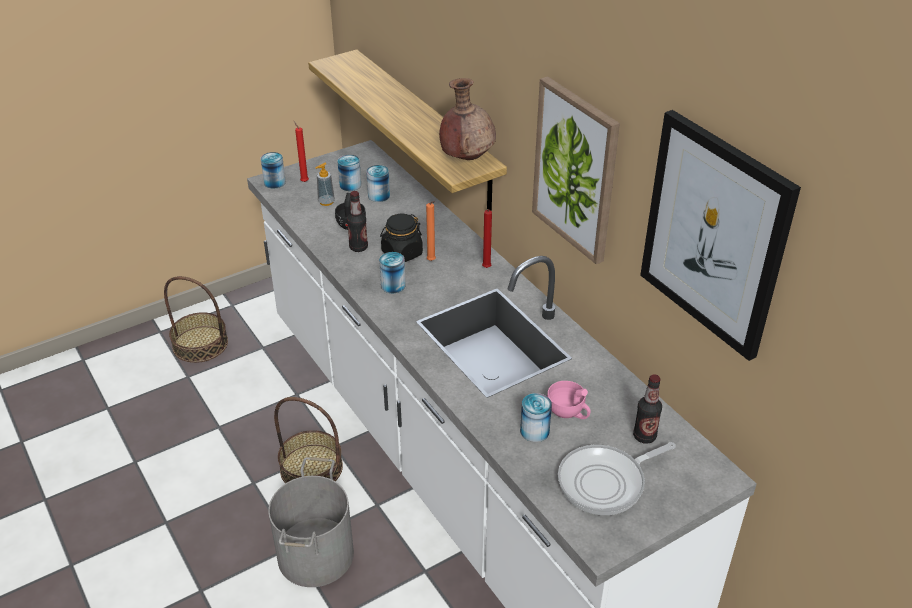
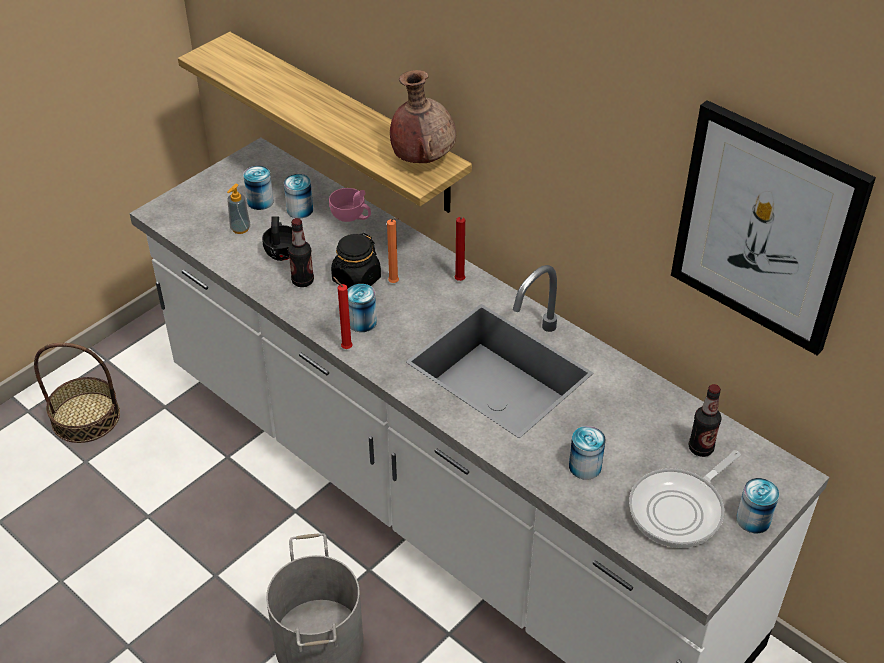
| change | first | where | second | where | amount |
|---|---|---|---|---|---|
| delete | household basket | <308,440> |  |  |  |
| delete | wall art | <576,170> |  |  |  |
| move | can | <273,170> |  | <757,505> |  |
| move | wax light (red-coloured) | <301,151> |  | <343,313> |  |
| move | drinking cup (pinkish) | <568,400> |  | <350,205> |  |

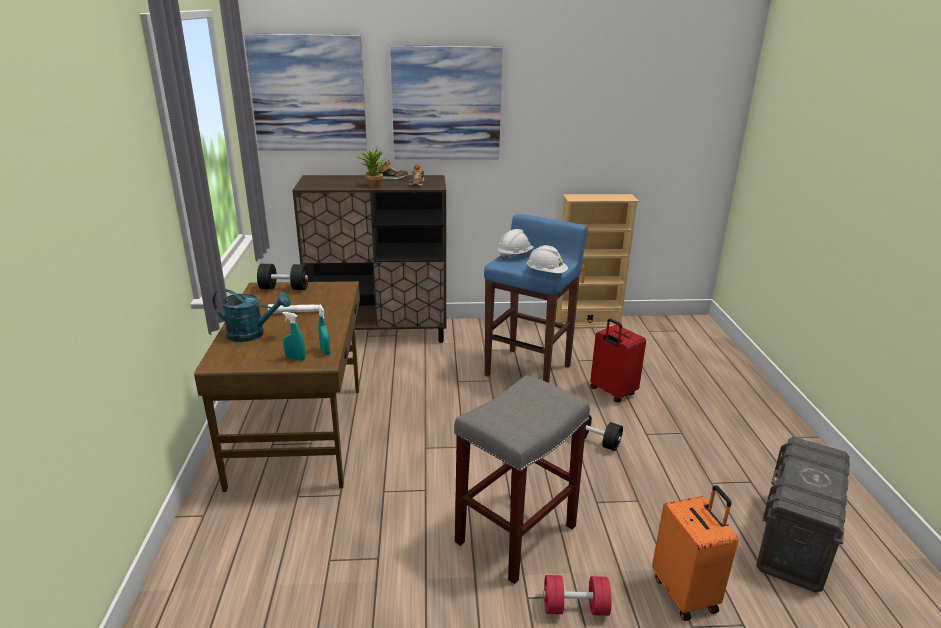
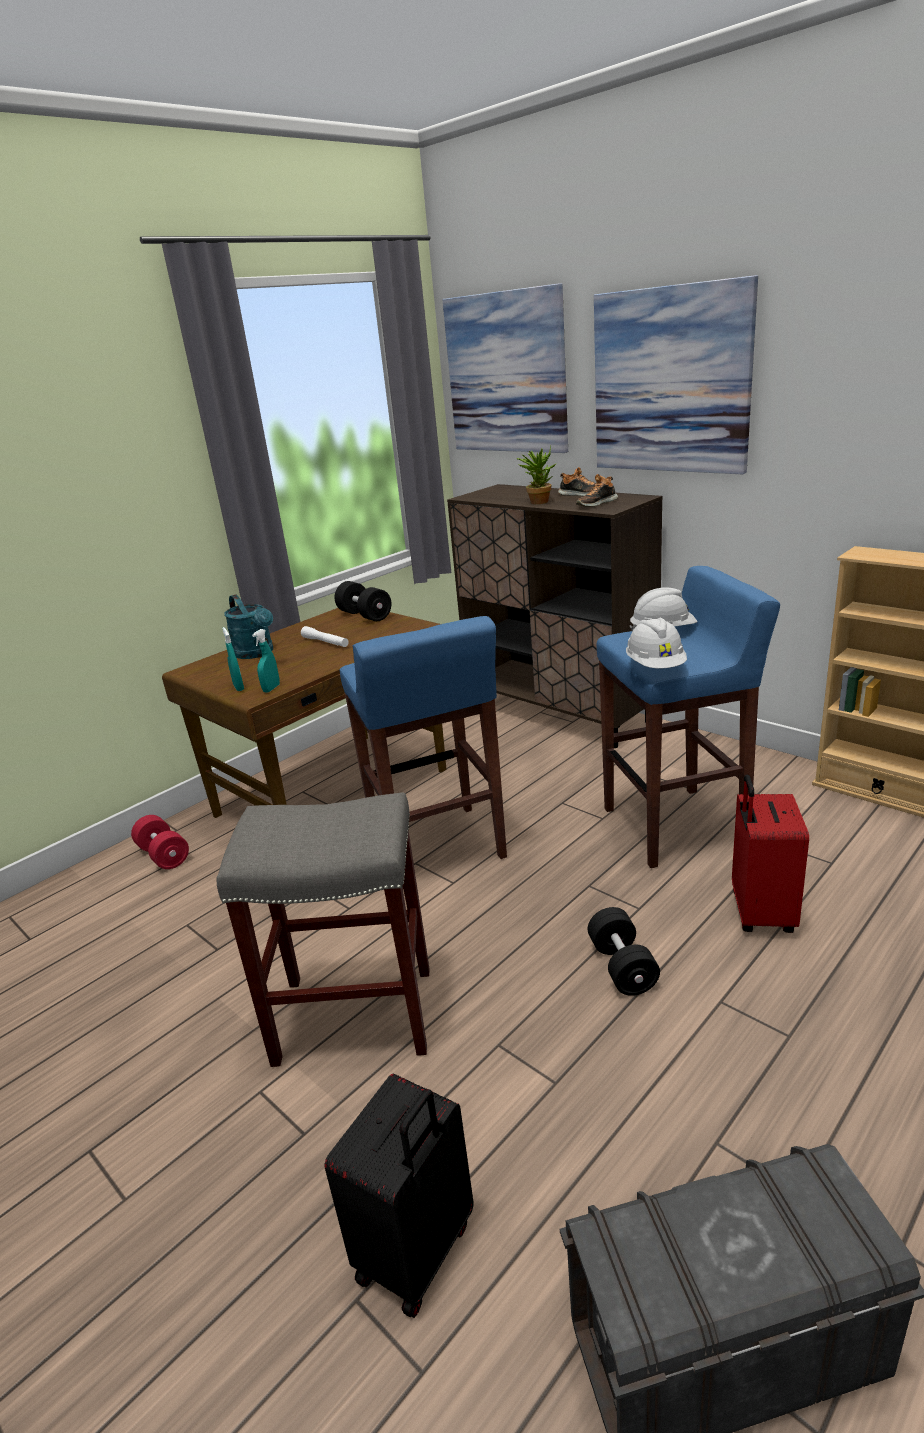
| change | first | where | second | where | amount |
|---|---|---|---|---|---|
| insert |  |  | stool seat (blue) | <423,752> |  |
| move | dumbbell (red-coloured) | <577,595> |  | <160,842> |  |
| recolor | piece of luggage (orange) | <695,553> | piece of luggage (black-coloured) | <399,1196> |  |

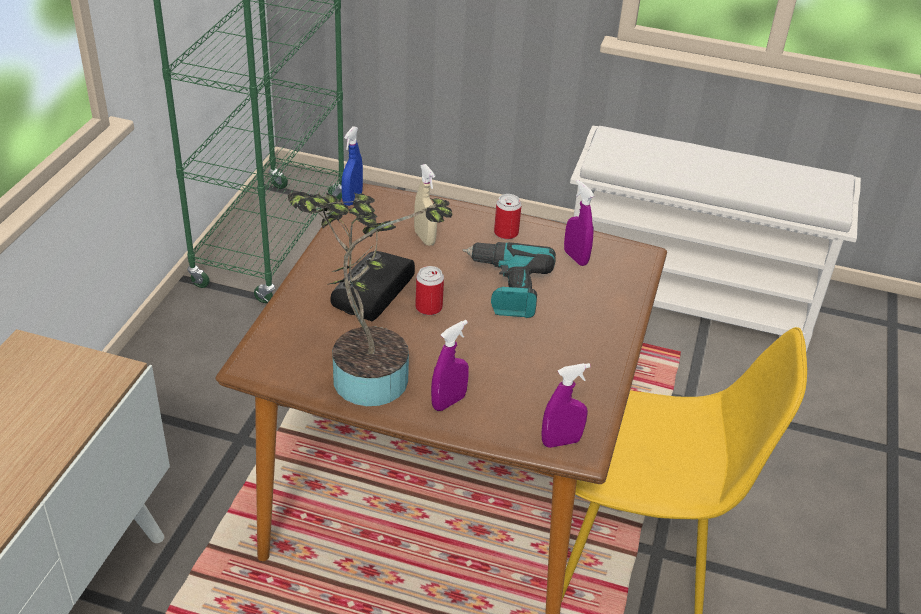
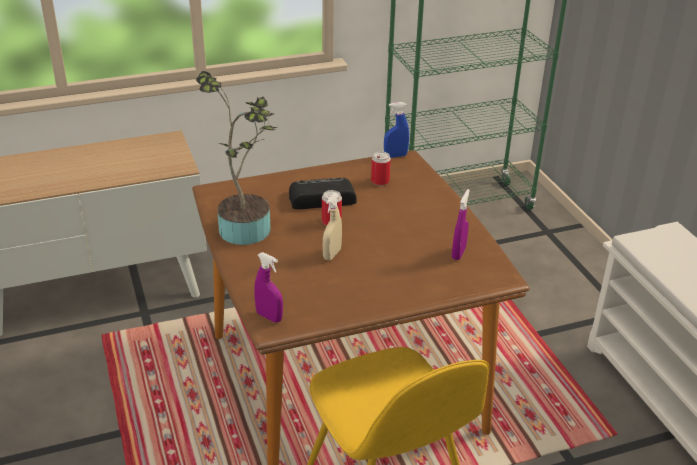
| change | first | where | second | where | amount |
|---|---|---|---|---|---|
| delete | spray bottle (purplish) | <450,365> |  |  |  |
| delete | electric drill | <509,280> |  |  |  |
| move | spray bottle (beige) | <425,205> |  | <332,226> |  |
| move | can | <508,216> |  | <381,168> |  |

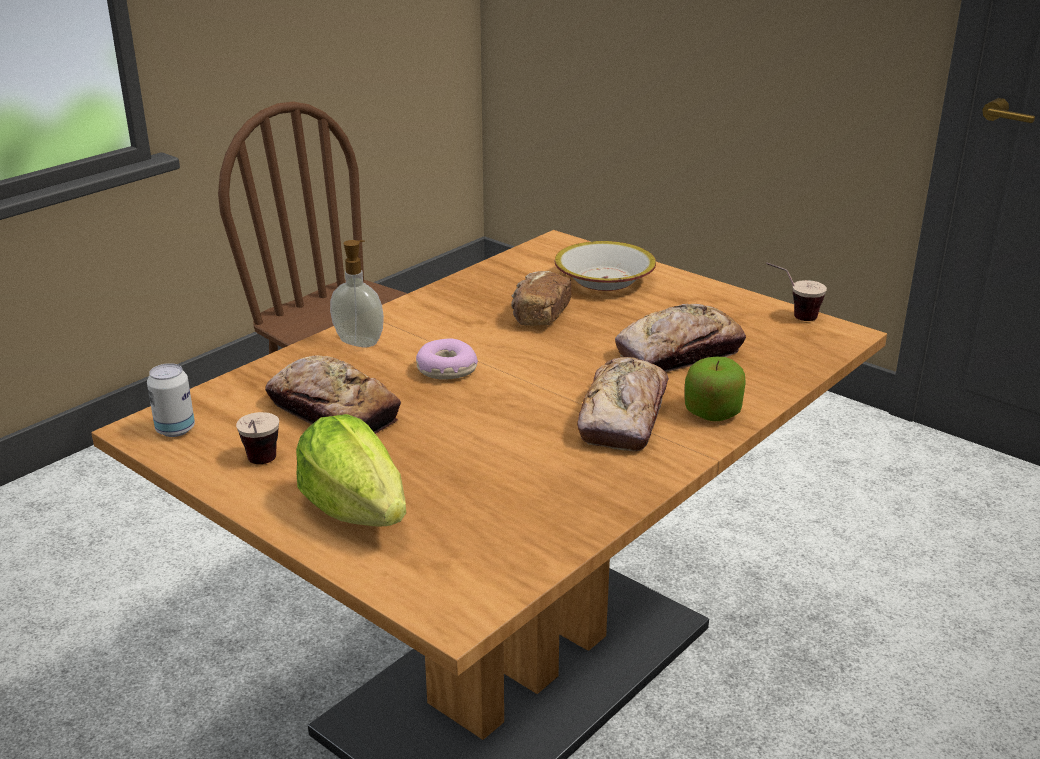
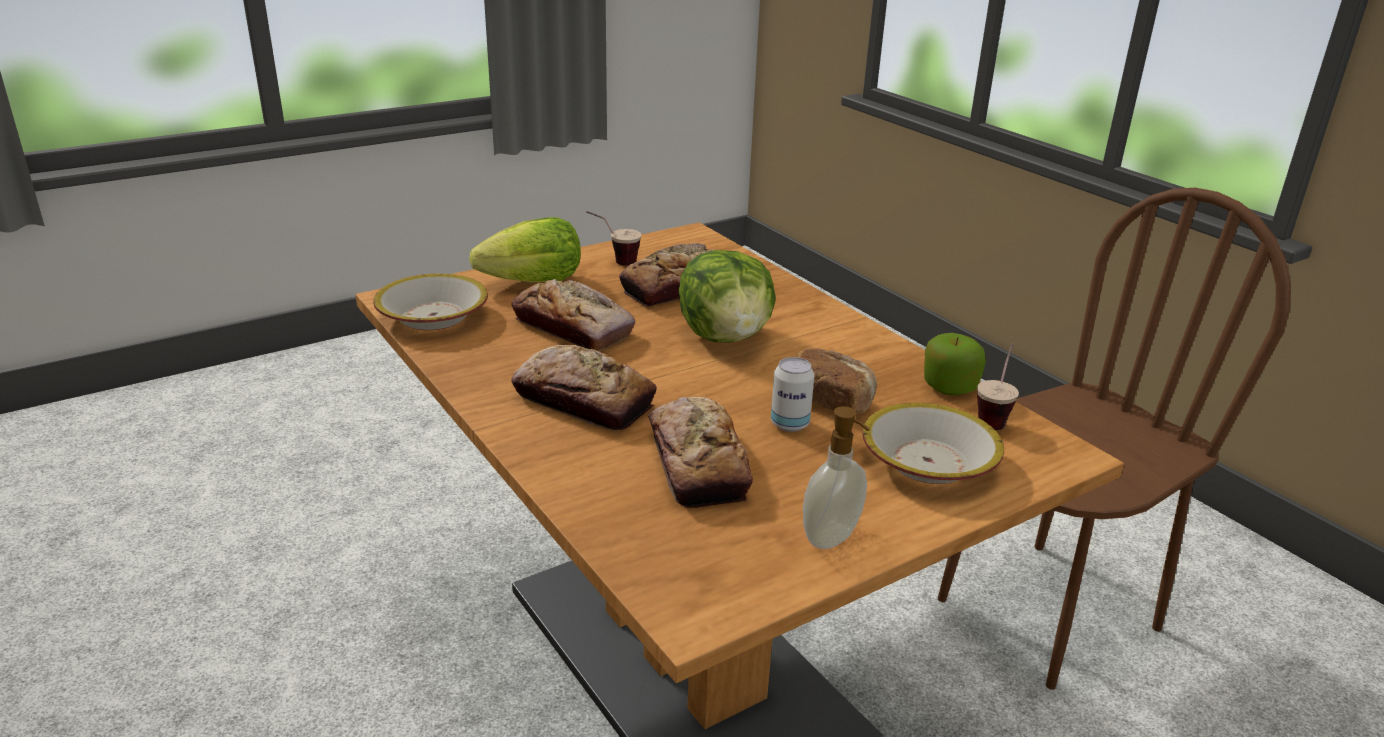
| change | first | where | second | where | amount |
|---|---|---|---|---|---|
| insert |  |  | bowl | <430,302> |  |
| insert |  |  | bakery bread | <573,315> |  |
| move | can | <171,400> |  | <792,394> |  |
| move | soap dispenser | <357,294> |  | <836,477> |  |
| move | whole apple | <715,389> |  | <955,364> |  |
| move | drinking cup | <796,291> |  | <998,386> |  |
| replace | ring doughnut | <447,359> | head of lettuce | <727,296> |  |

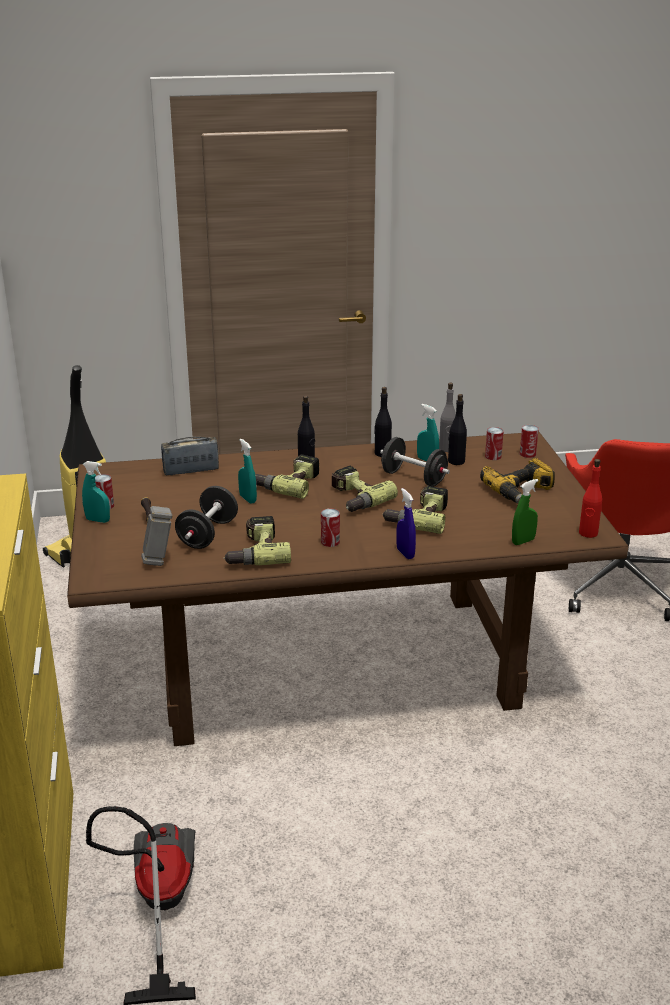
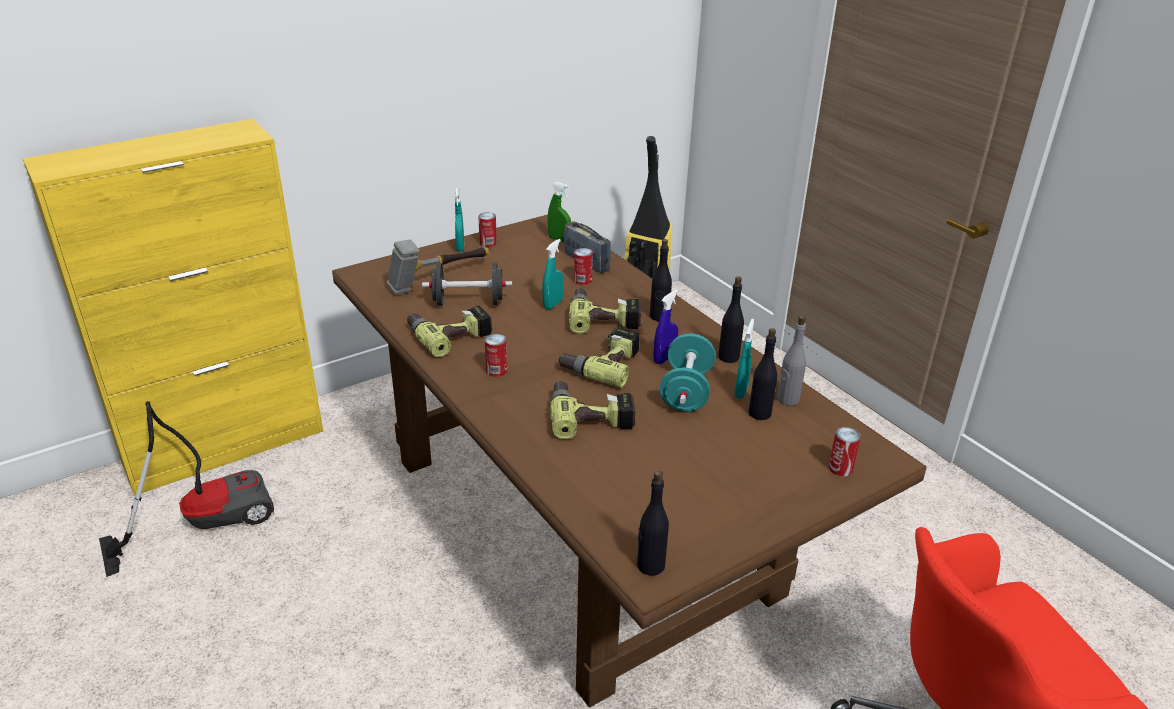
| change | first | where | second | where | amount |
|---|---|---|---|---|---|
| delete | electric drill | <517,480> |  |  |  |
| move | spray bottle (blue) | <406,523> |  | <665,327> |  |
| move | can | <494,443> |  | <583,266> |  |
| move | spray bottle (greenish) | <525,512> |  | <559,212> |  |
| recolor | dumbbell (black-coloured) | <415,462> | dumbbell (turquoise) | <687,373> |  |
| recolor | drink bottle (red-coloured) | <590,498> | drink bottle (black-coloured) | <653,523> |  |

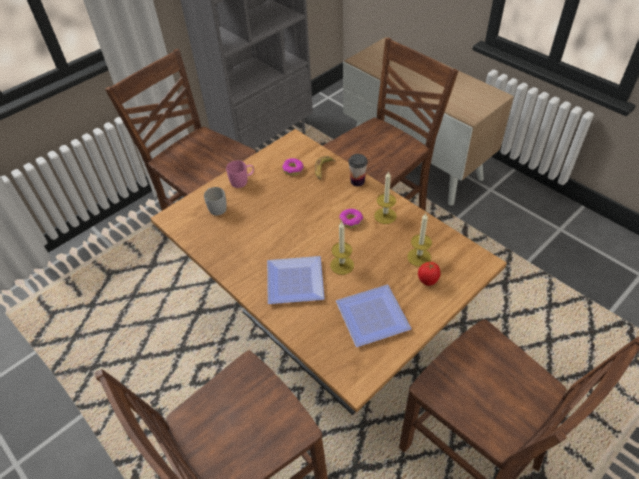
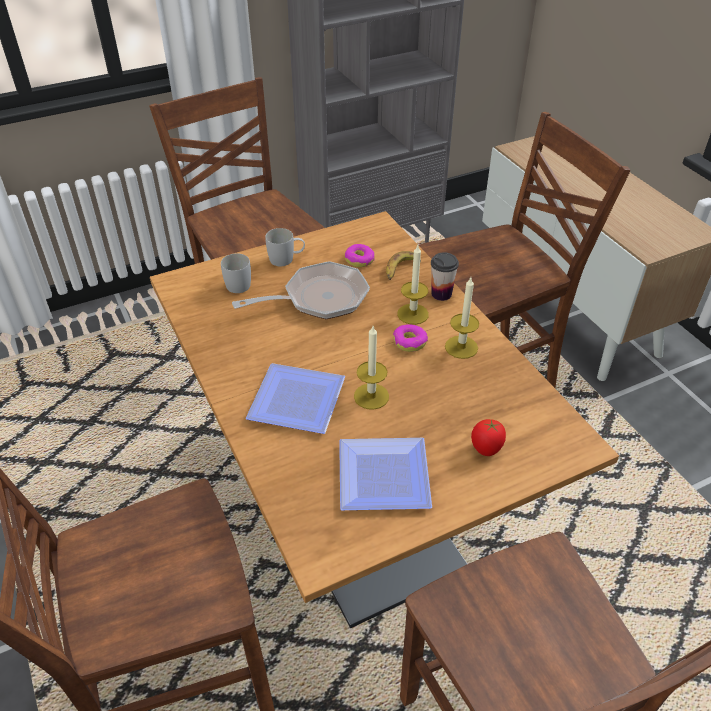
| change | first | where | second | where | amount |
|---|---|---|---|---|---|
| insert |  |  | frying pan | <301,290> |  |
| move | wax light | <419,240> |  | <413,285> |  |
| recolor | coffee mug (pinkish) | <240,174> | coffee mug (whitish) | <285,247> |  |

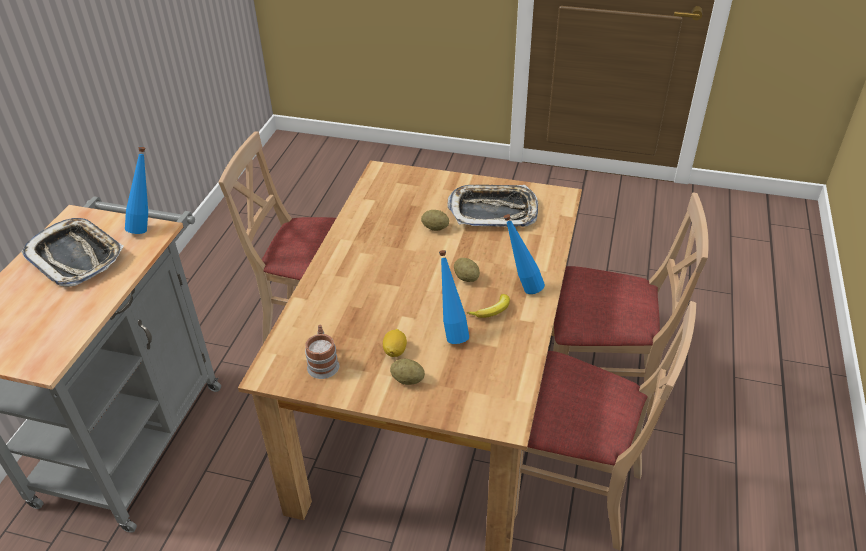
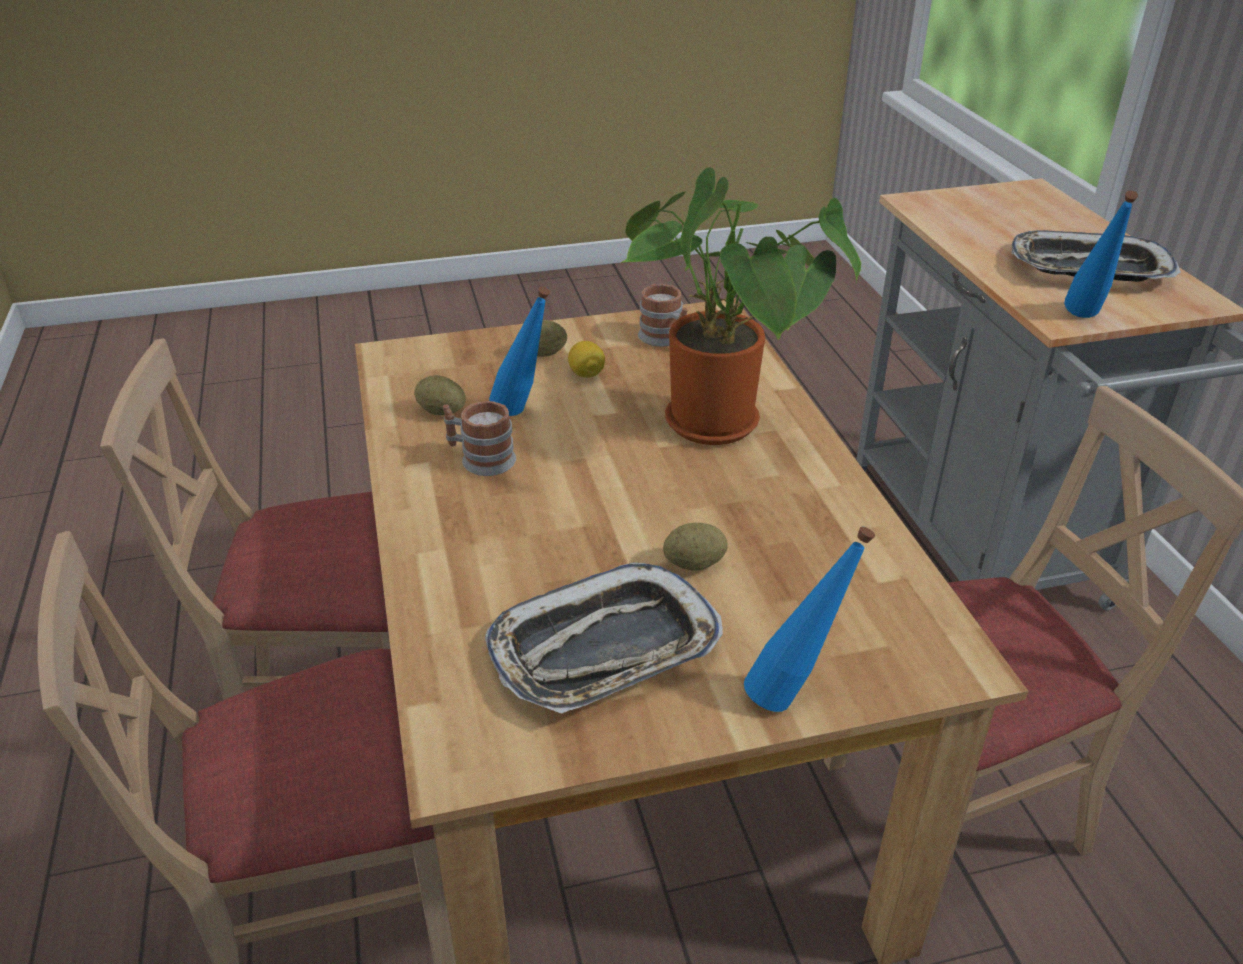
| change | first | where | second | where | amount |
|---|---|---|---|---|---|
| insert |  |  | potted plant | <741,306> |  |
| move | potato | <467,270> |  | <440,395> |  |
| move | drink bottle (blue) | <524,254> |  | <809,619> |  |
| replace | banana | <488,306> | coffee mug | <479,438> |  |

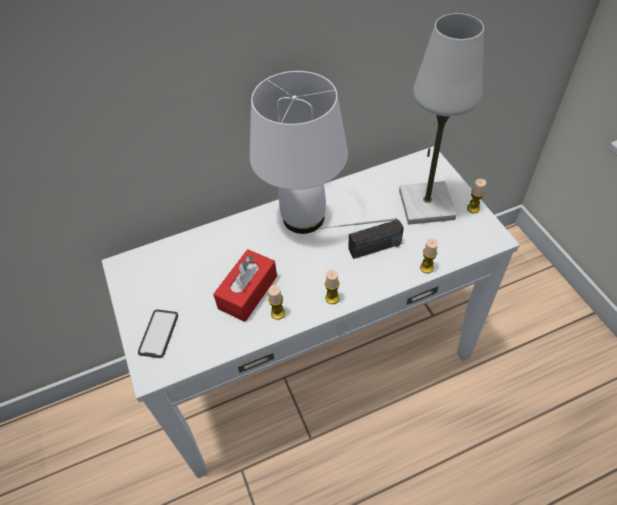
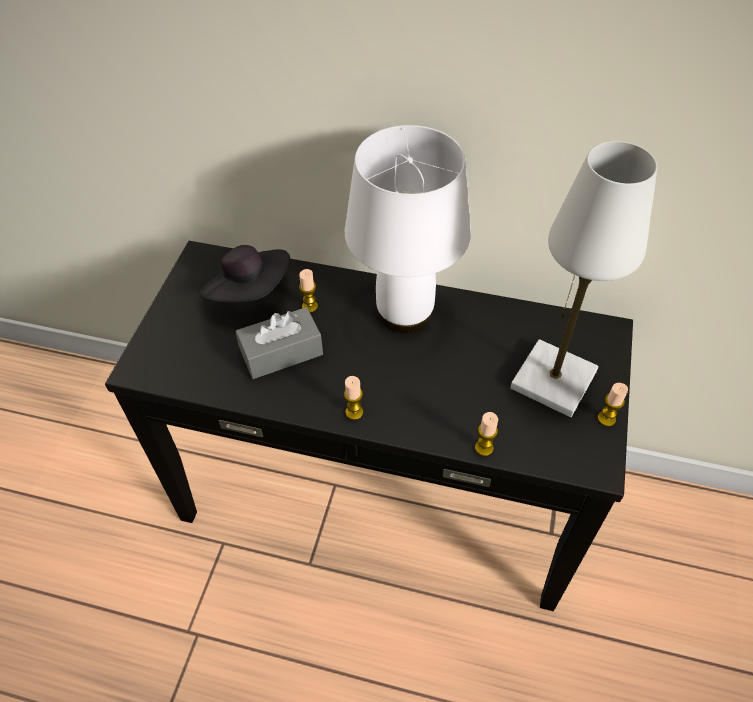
| change | first | where | second | where | amount |
|---|---|---|---|---|---|
| delete | telephone | <158,334> |  |  |  |
| delete | radio | <362,238> |  |  |  |
| insert |  |  | wearable hat (black-coloured) | <244,273> |  |
| move | wax light | <276,302> |  | <308,290> |  |
| recolor | hall table (whitish) | <310,312> | hall table (black-coloured) | <369,426> |  |
| recolor | tissue holder (red-coloured) | <245,285> | tissue holder (greyish) | <279,343> |  |

